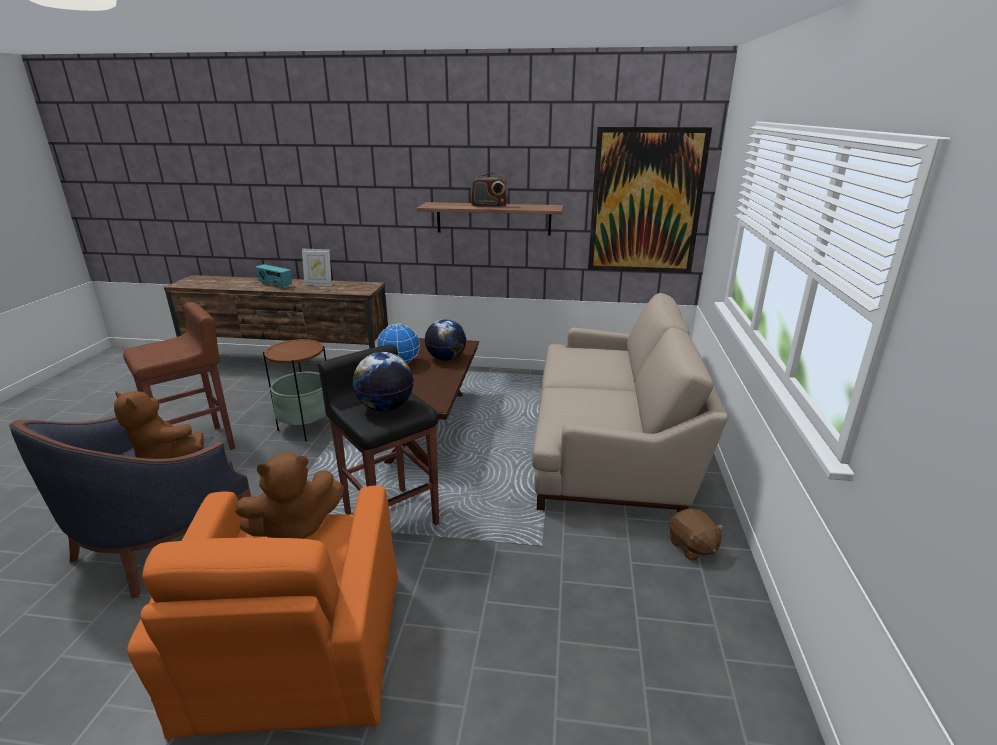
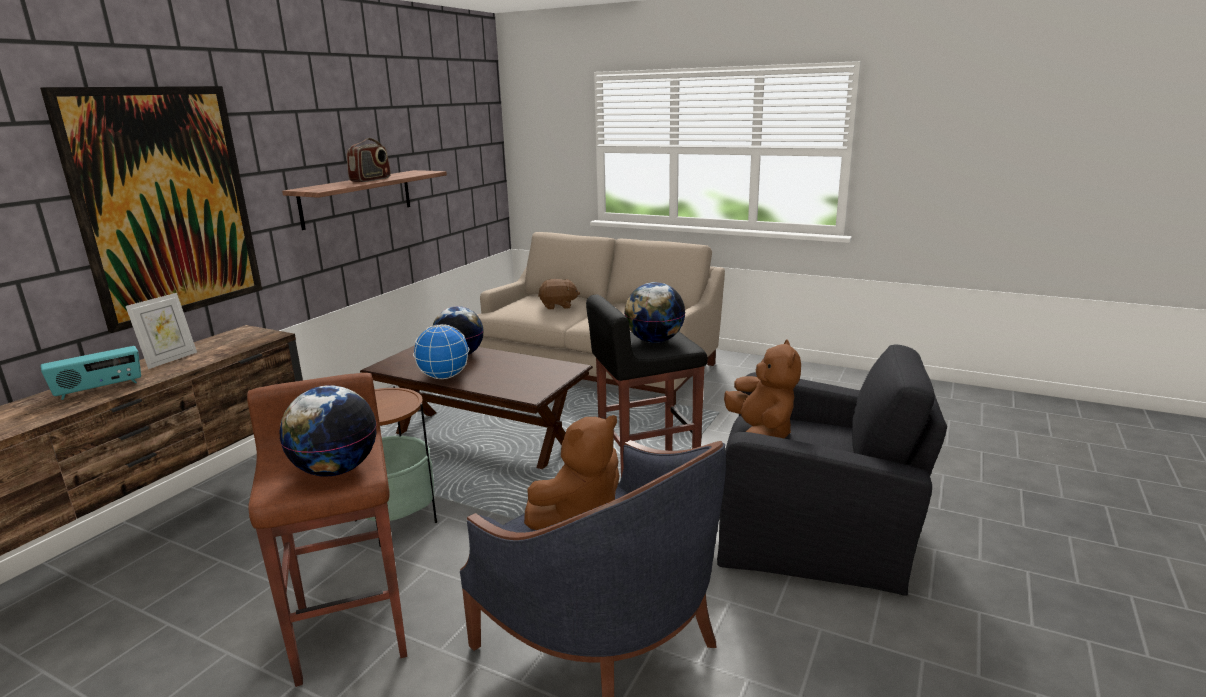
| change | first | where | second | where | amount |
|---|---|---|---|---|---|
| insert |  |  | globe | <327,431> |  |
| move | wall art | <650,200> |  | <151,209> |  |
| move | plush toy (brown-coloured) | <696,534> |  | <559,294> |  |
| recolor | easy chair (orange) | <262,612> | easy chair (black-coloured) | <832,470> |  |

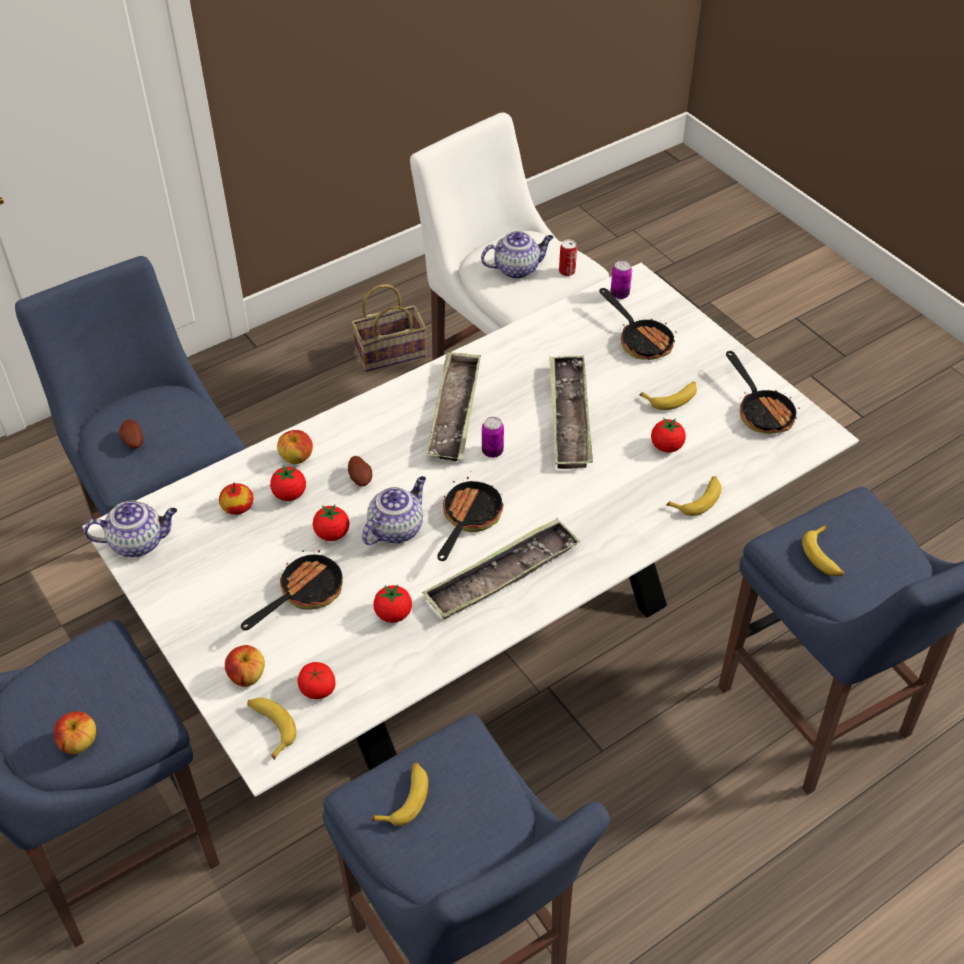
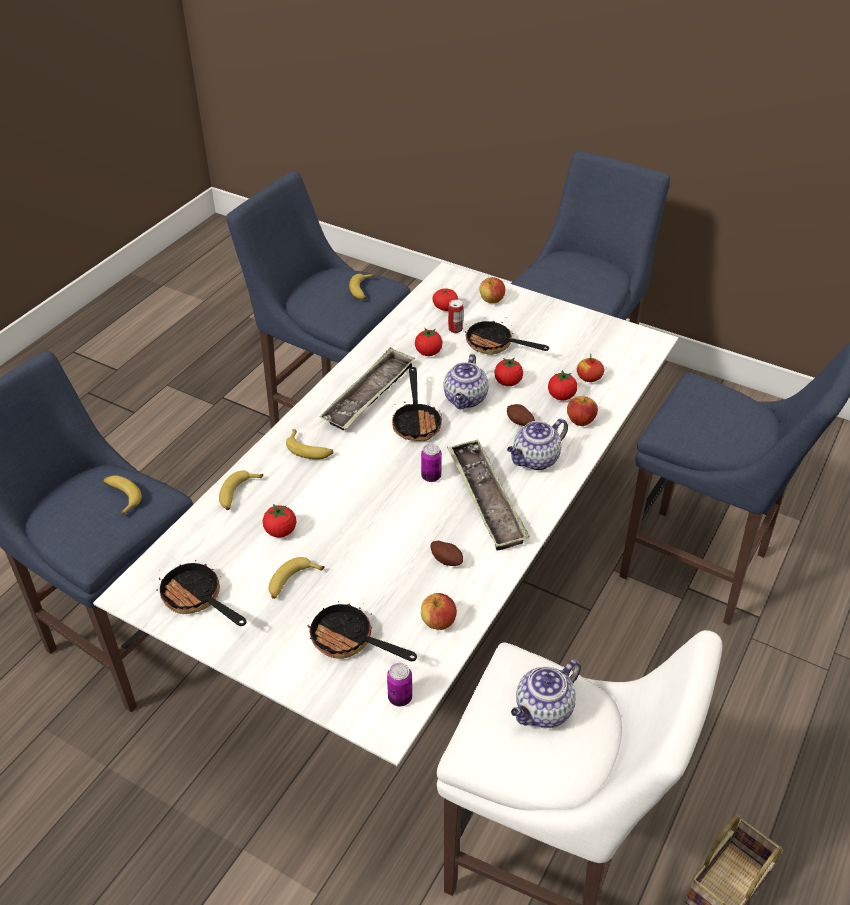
| change | first | where | second | where | amount |
|---|---|---|---|---|---|
| delete | carrying tray | <571,412> |  |  |  |
| move | whole apple | <75,733> |  | <439,611> |  |
| move | teapot | <130,529> |  | <537,444> |  |
| move | potato | <131,434> |  | <446,553> |  |
| move | banana | <271,729> |  | <310,444> |  |
| move | can | <568,257> |  | <456,316> |  |
| rotate | frying pan | <292,587> |  | <507,338> | 105 degrees clockwise |

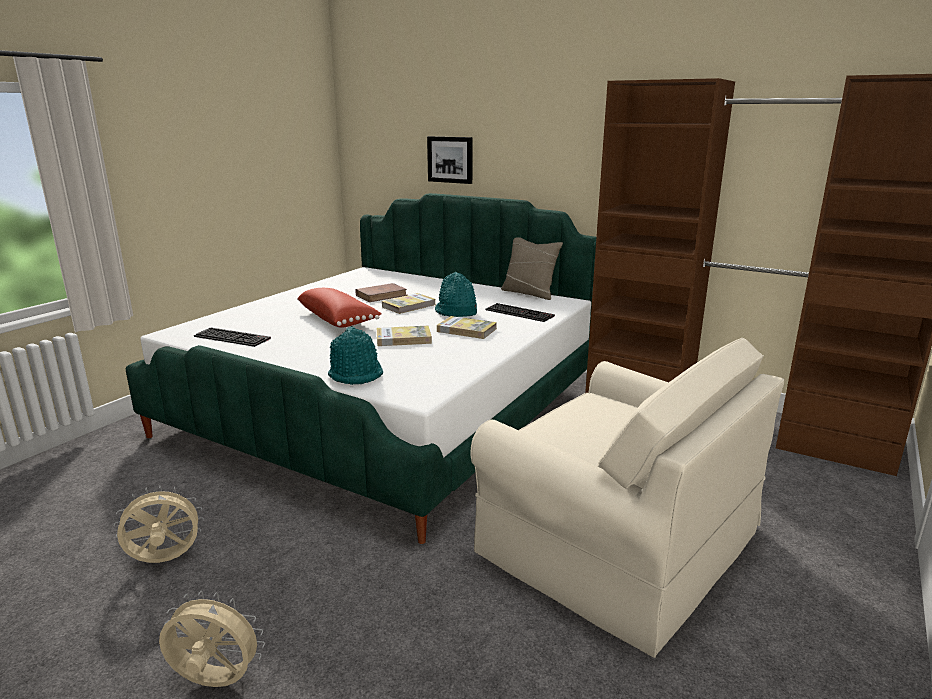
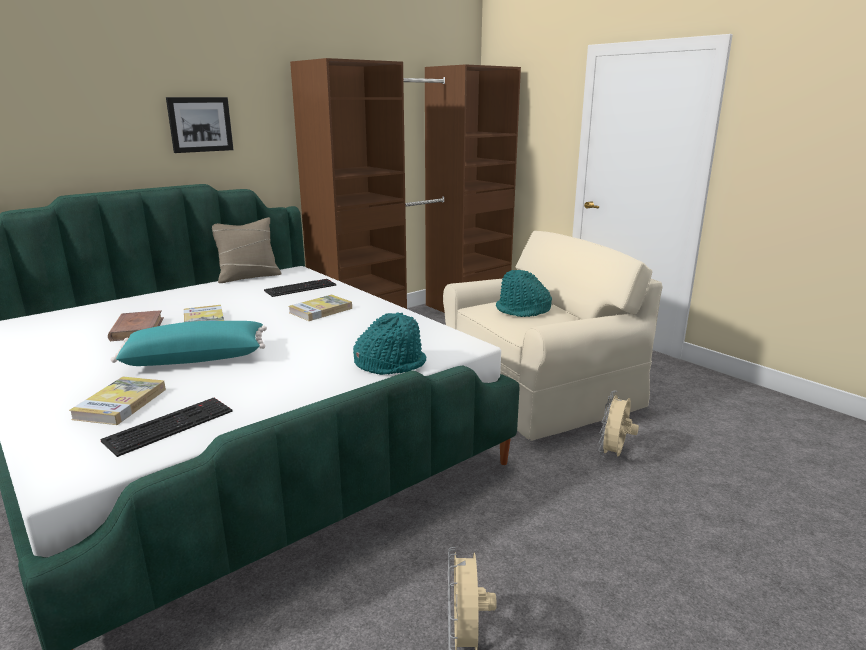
| change | first | where | second | where | amount |
|---|---|---|---|---|---|
| move | cooling fan (beige) | <212,639> |  | <618,424> |  |
| move | bound book | <404,336> |  | <117,401> |  |
| move | wall art | <450,160> |  | <199,125> |  |
| move | wearable hat (turquoise) | <456,294> |  | <524,293> |  |
| recolor | throw pillow (red-coloured) | <339,308> | throw pillow (turquoise) | <189,343> |  |

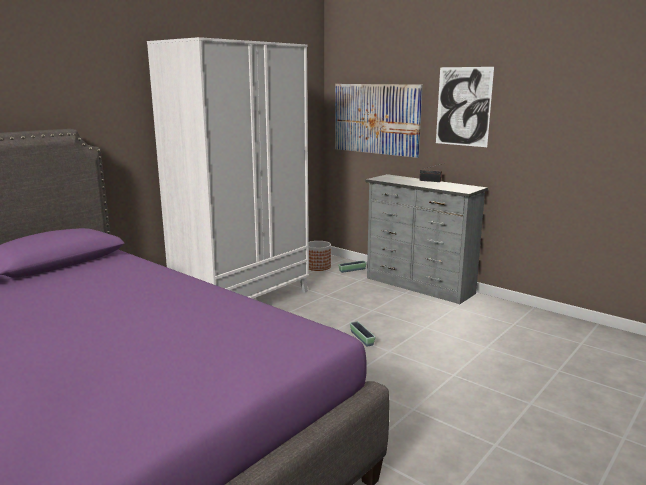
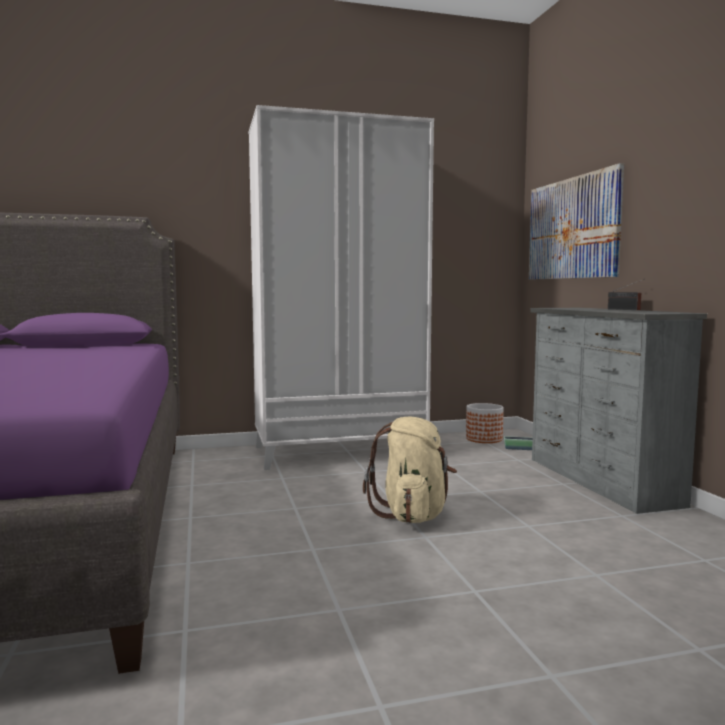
| change | first | where | second | where | amount |
|---|---|---|---|---|---|
| delete | wall art | <465,107> |  |  |  |
| replace | flower pot | <362,333> | backpack (beige) | <410,470> |  |

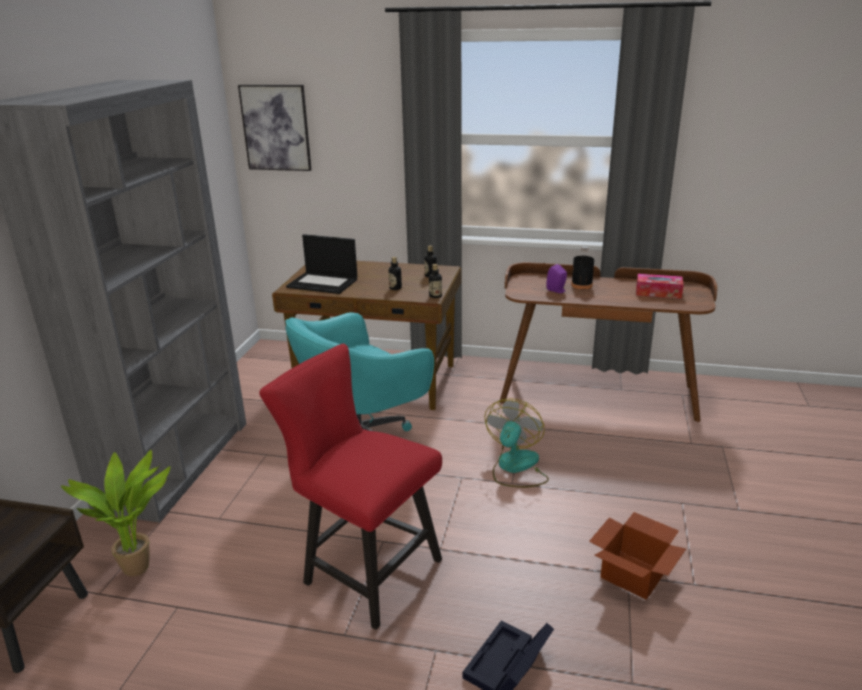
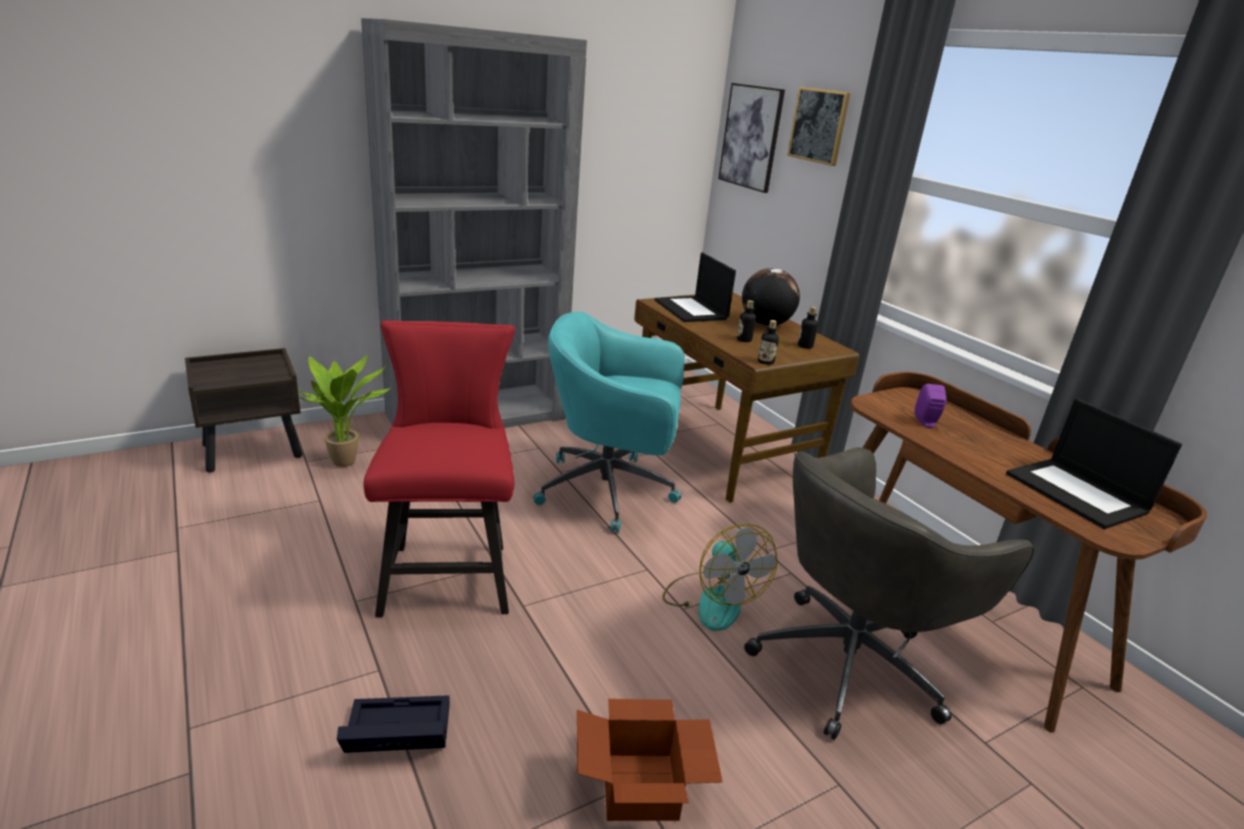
| change | first | where | second | where | amount |
|---|---|---|---|---|---|
| delete | drink bottle (black-coloured) | <582,267> |  |  |  |
| insert |  |  | globe | <771,297> |  |
| insert |  |  | computer chair (greyish) | <889,593> |  |
| insert |  |  | wall art | <818,126> |  |
| replace | tissue holder | <660,286> | laptop | <1094,464> |  |
| rotate | cooling fan | <516,443> |  | <720,577> | 90 degrees clockwise |

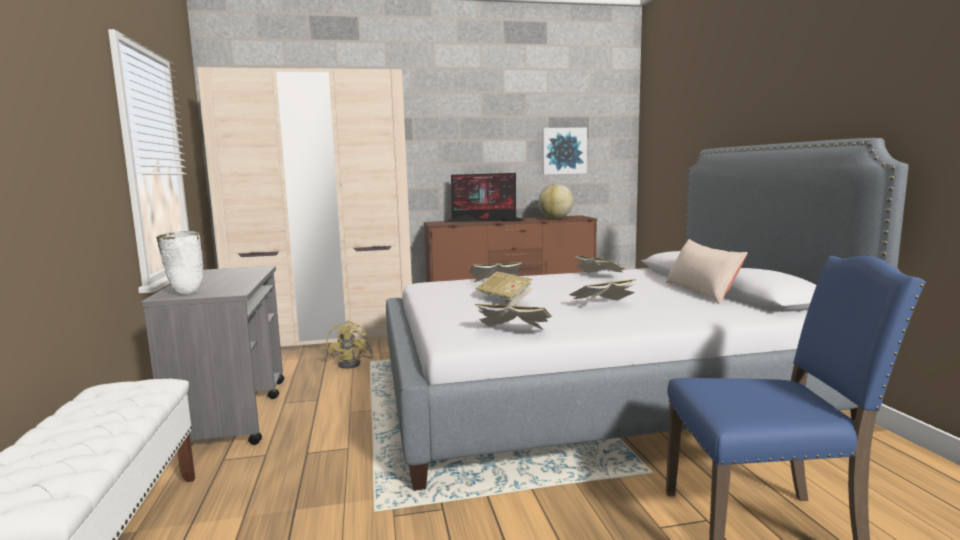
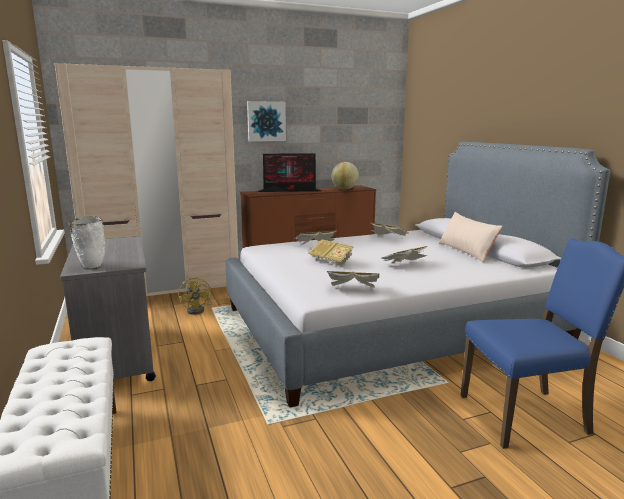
| change | first | where | second | where | amount |
|---|---|---|---|---|---|
| move | wall art | <564,151> |  | <266,121> |  |

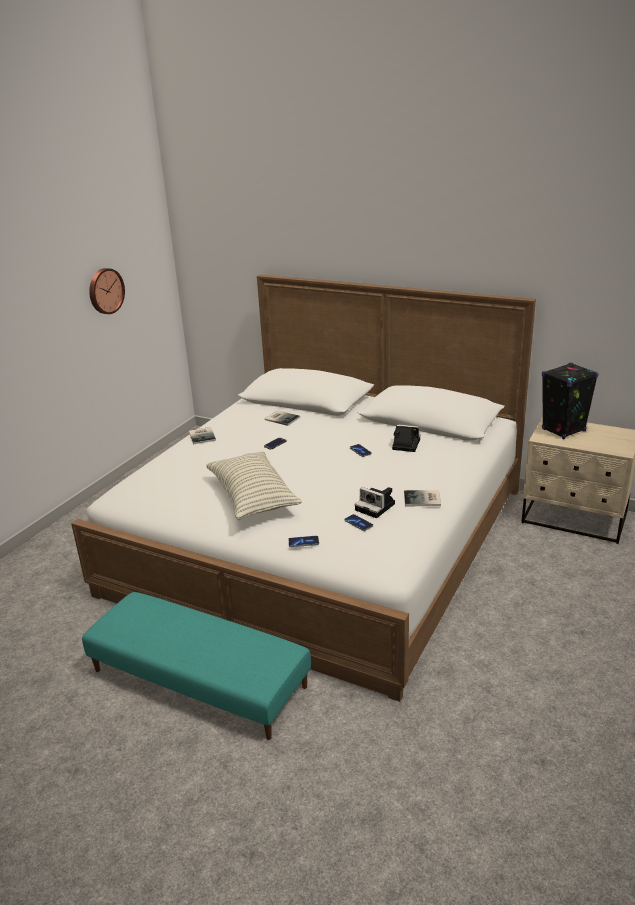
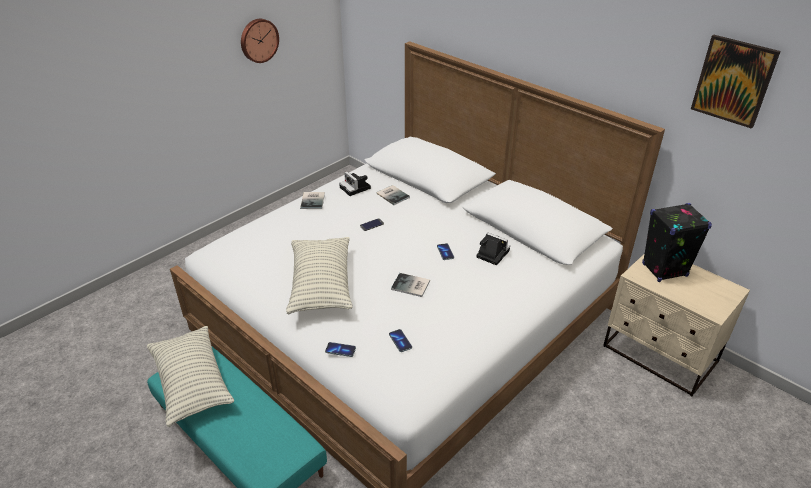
| change | first | where | second | where | amount |
|---|---|---|---|---|---|
| insert |  |  | throw pillow | <190,376> |  |
| insert |  |  | wall art | <736,82> |  |
| move | photo camera | <375,502> |  | <355,183> |  |
| move | bound book | <422,498> |  | <410,285> |  |

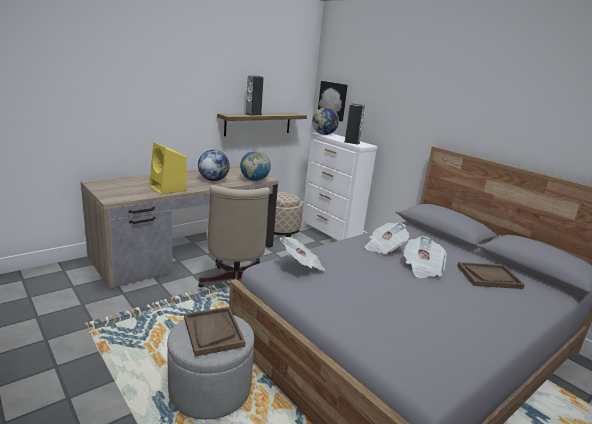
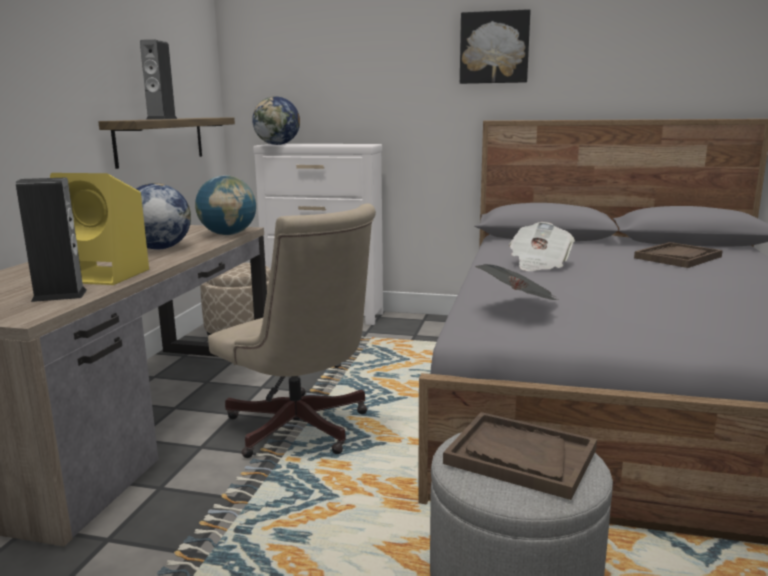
| change | first | where | second | where | amount |
|---|---|---|---|---|---|
| delete | printed paper | <425,257> |  |  |  |
| move | wall art | <333,101> |  | <495,46> |  |
| move | audio speaker | <354,124> |  | <51,239> |  |

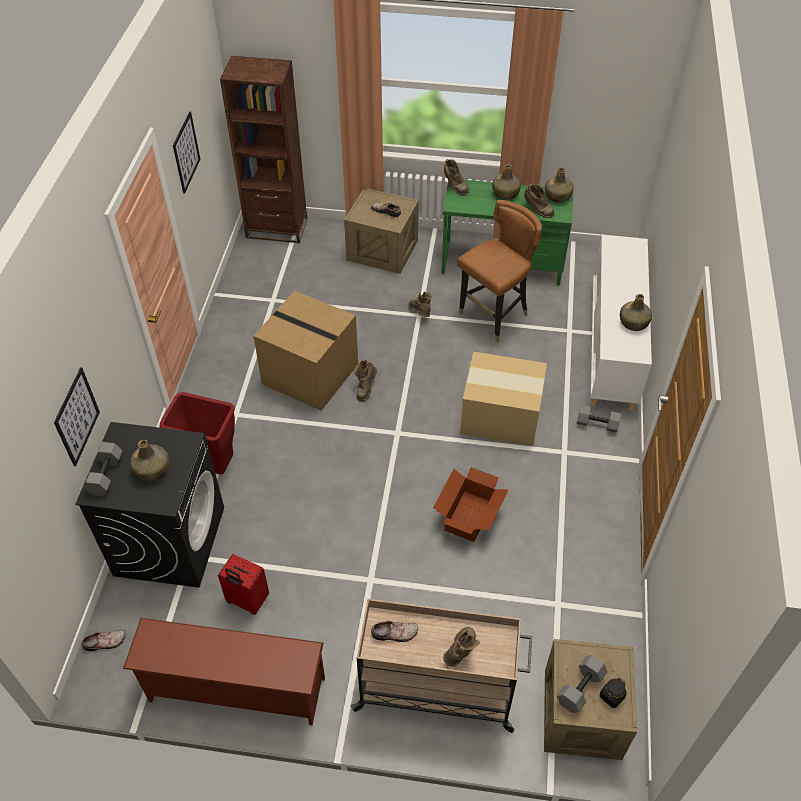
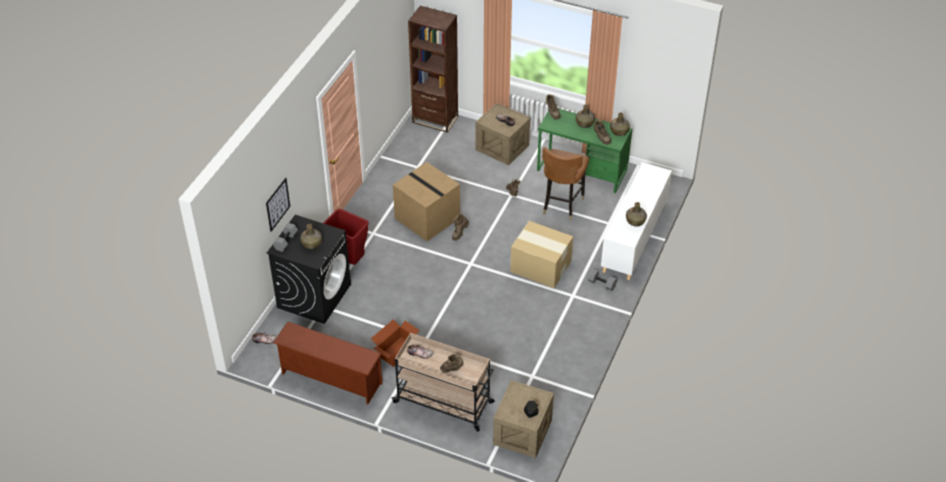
| change | first | where | second | where | amount |
|---|---|---|---|---|---|
| delete | wall art | <186,153> |  |  |  |
| delete | piece of luggage (red-coloured) | <243,584> |  |  |  |
| delete | dumbbell (greyish) | <582,684> |  |  |  |
| move | packing box | <471,504> |  | <395,343> |  |
| rotate | upright chair (brown-coloured) | <499,271> |  | <565,184> | 135 degrees clockwise |

